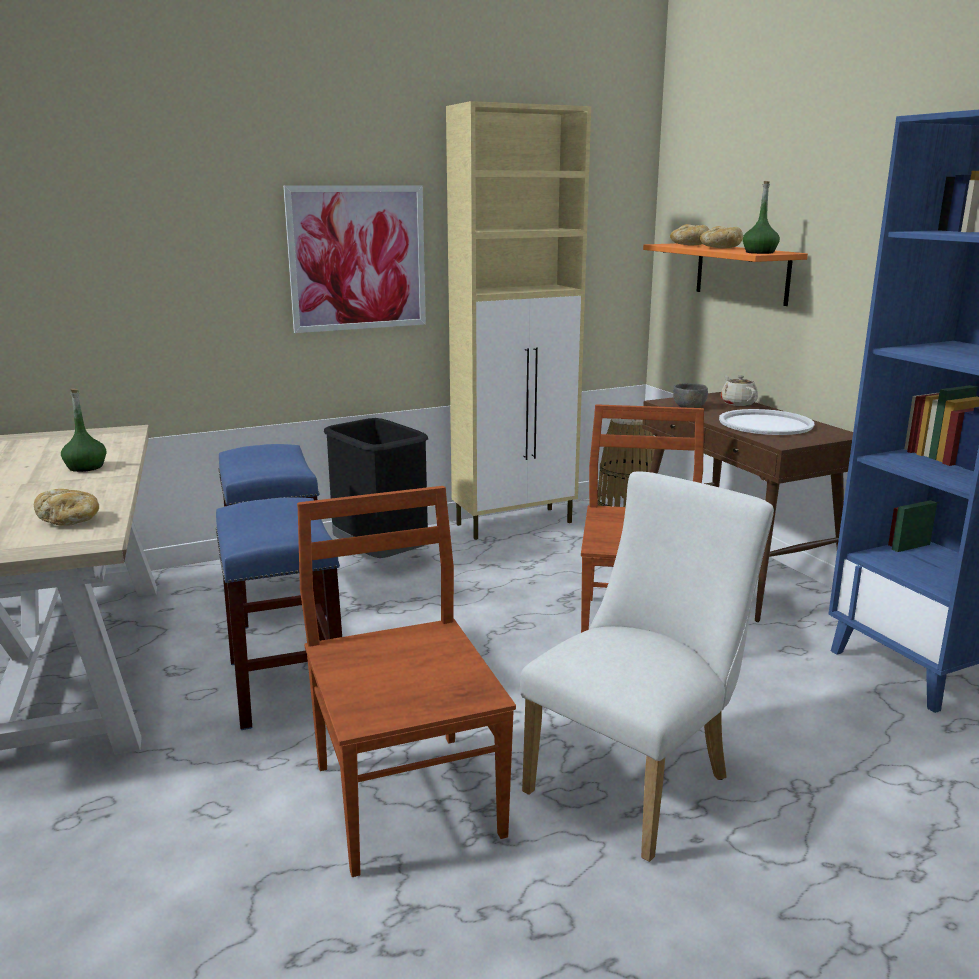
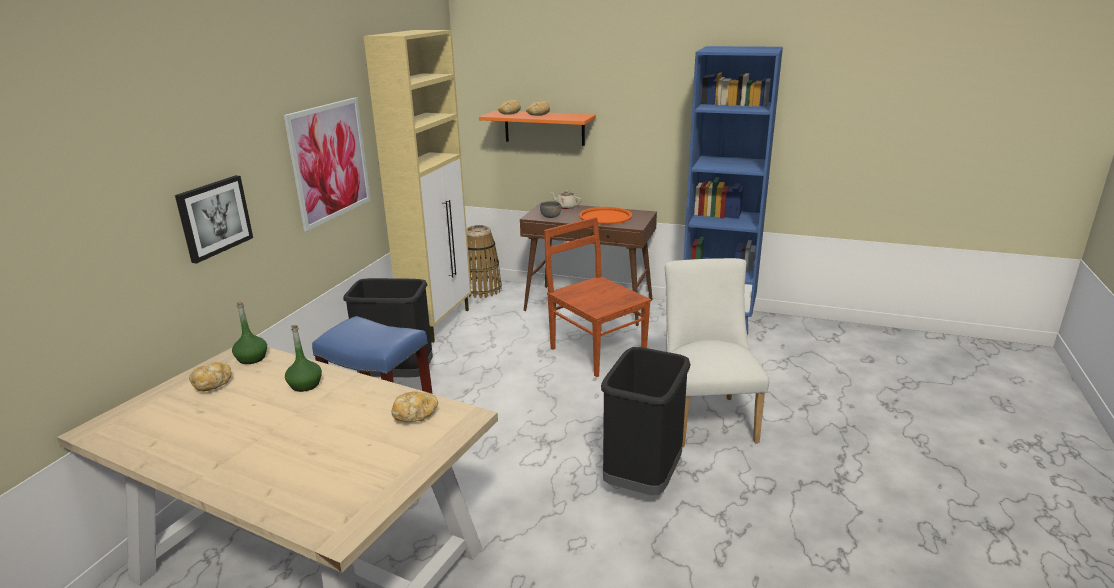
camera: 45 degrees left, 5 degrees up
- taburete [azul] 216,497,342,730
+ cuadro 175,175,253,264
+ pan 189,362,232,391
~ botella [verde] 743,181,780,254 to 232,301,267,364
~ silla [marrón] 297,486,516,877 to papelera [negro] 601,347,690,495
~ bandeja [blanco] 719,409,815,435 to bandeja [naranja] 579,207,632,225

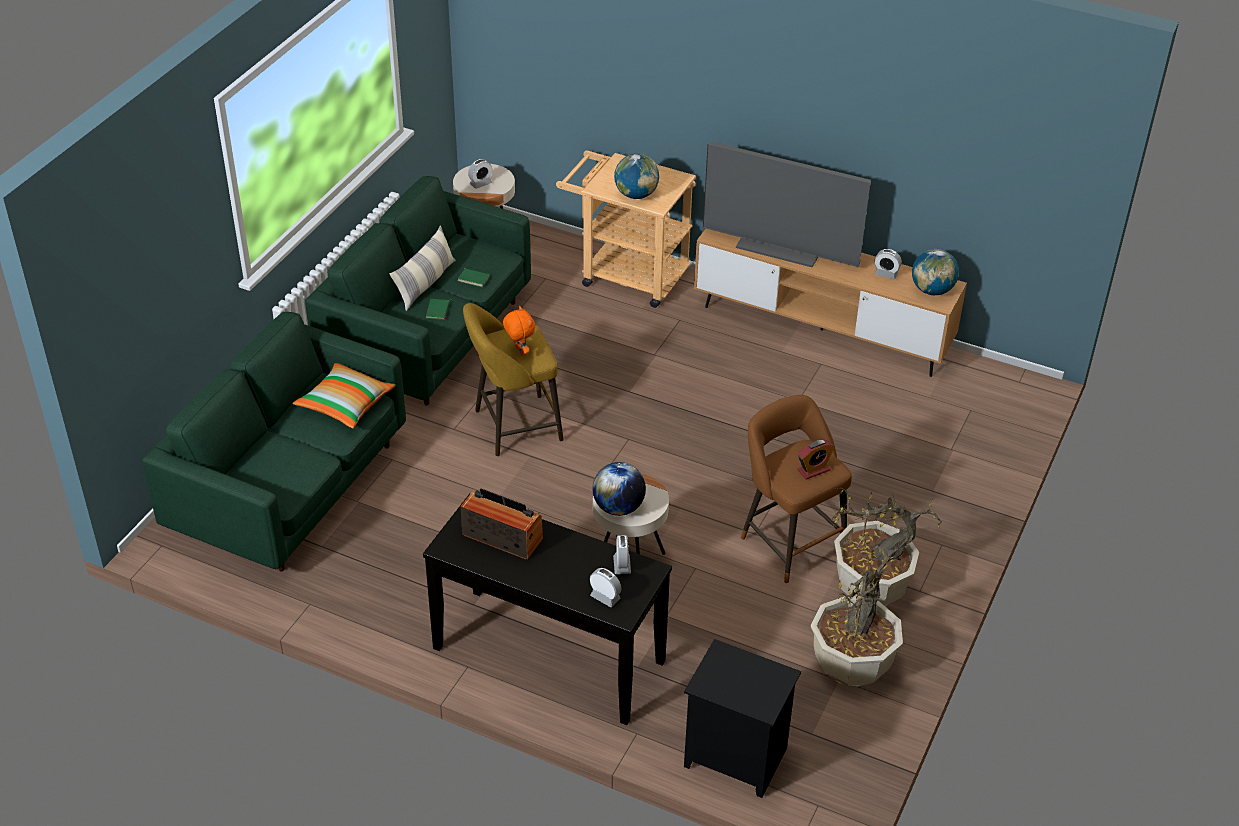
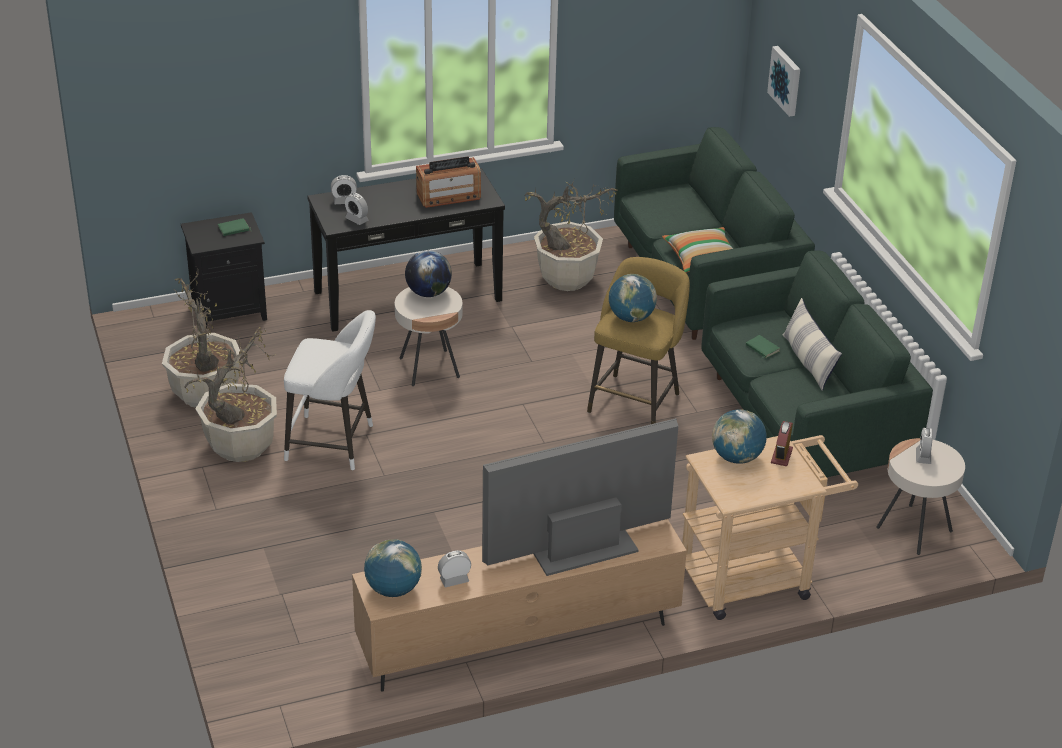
camera: 135 degrees right, 5 degrees down
+ planta en maceta 524,180,618,291
+ cuadro 767,46,800,117
~ libro [verde] 458,265,490,287 to 218,218,251,236
~ despertador 798,440,835,480 to 771,421,793,466
~ peluche [naranja] 503,306,535,356 to globo terráqueo 609,274,657,322
~ taburete [marrón] 741,395,852,584 to taburete [blanco] 284,310,376,471

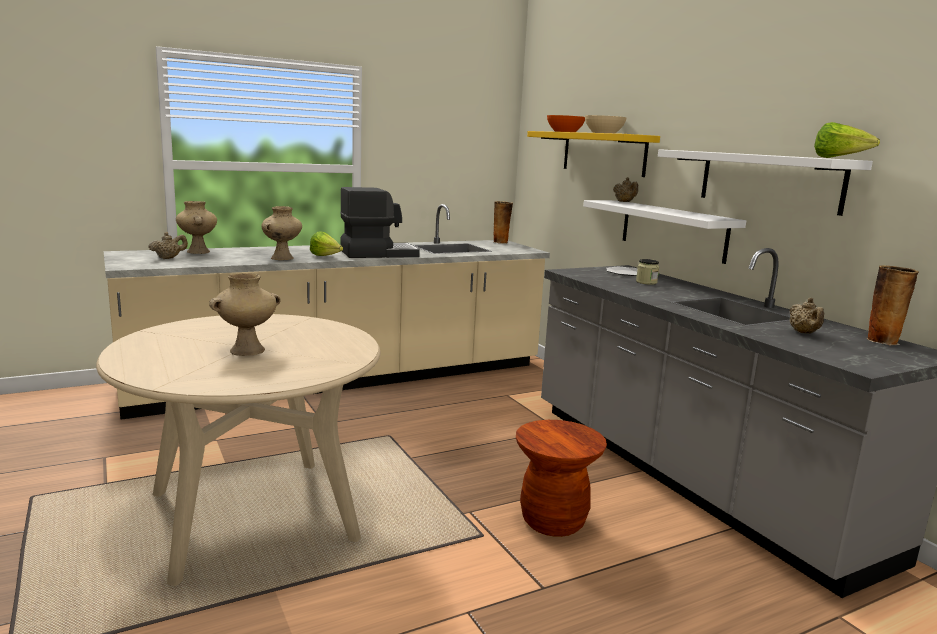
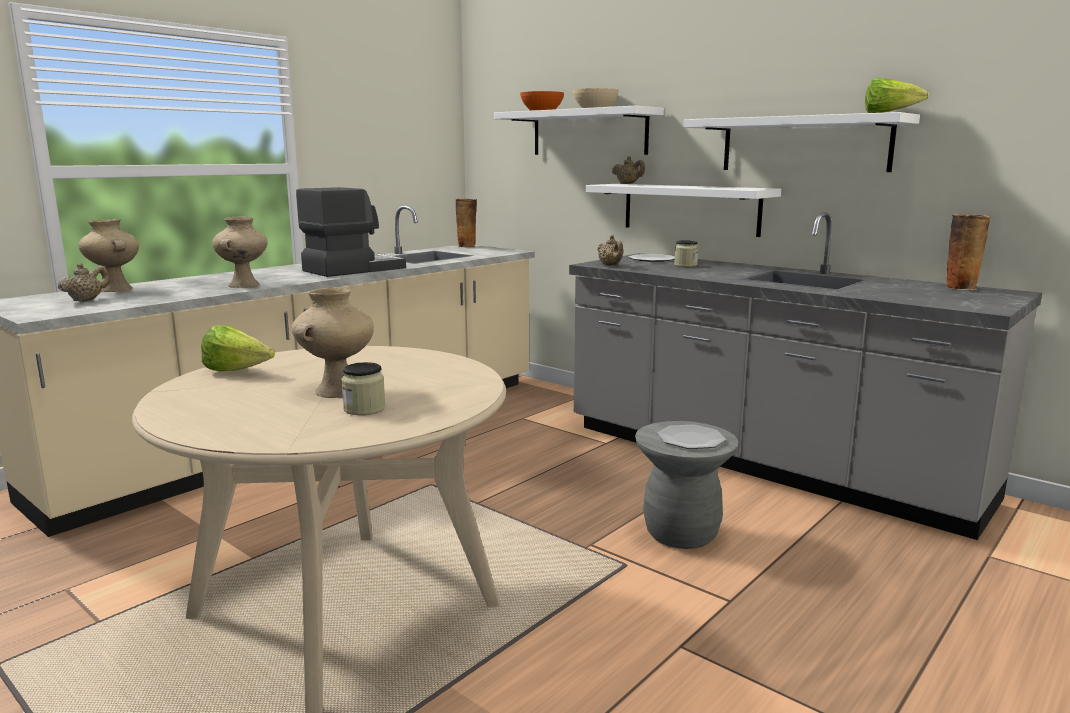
camera: 20 degrees left, 0 degrees up
+ tarro 341,362,386,415
+ plato 657,425,726,449
~ lechuga 310,231,343,256 to 201,325,275,371
~ tetera [beis] 789,298,824,334 to 597,235,623,265
~ taburete [marrón] 516,420,607,537 to taburete [gris] 635,421,739,549
~ estante [amarillo] 527,131,660,177 to estante [blanco] 494,106,664,155

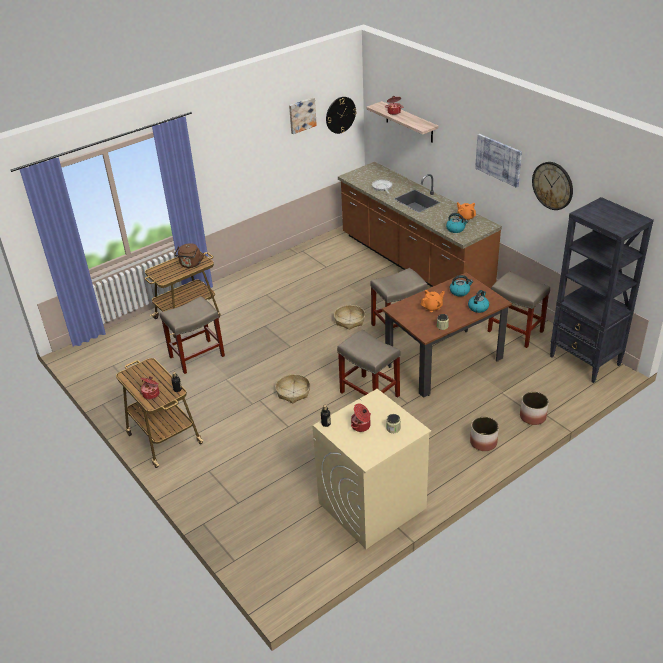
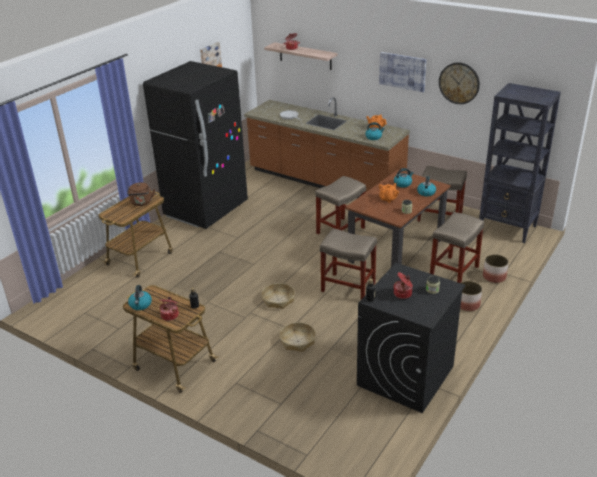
camera: 20 degrees left, 5 degrees down
- reloj de pared 326,97,357,134
+ hervidor 128,285,152,310
+ nevera [negro] 143,61,248,229
~ taburete [beis] 160,296,225,374 to 430,212,484,283
~ cesta 334,305,365,330 to 280,322,316,352
~ lavadora [beis] 312,389,431,549 to lavadora [negro] 357,263,465,413

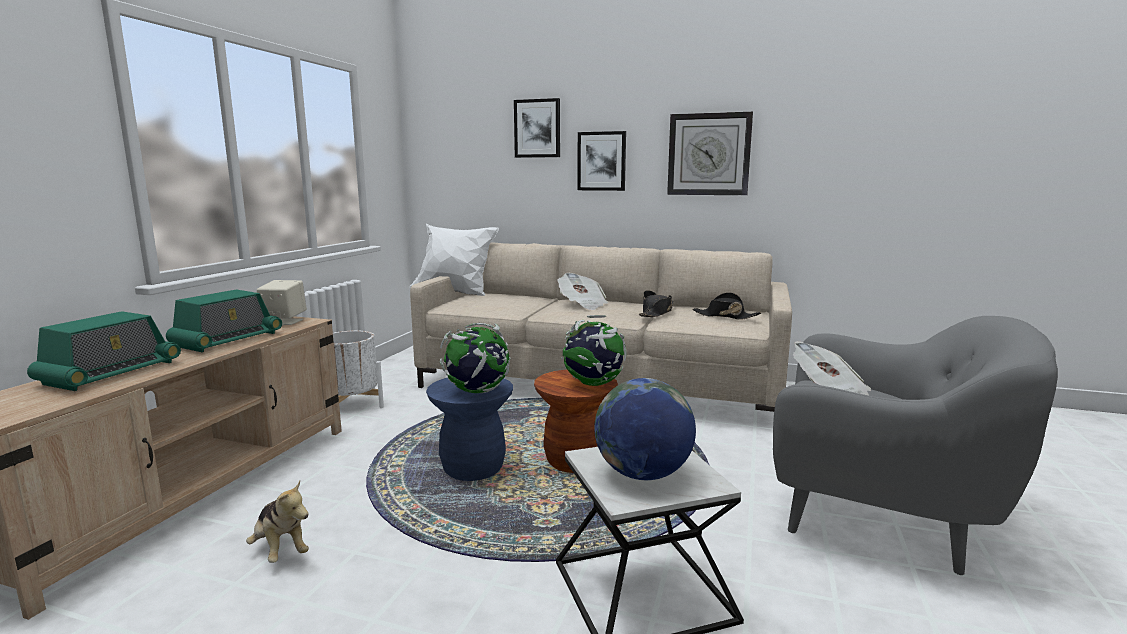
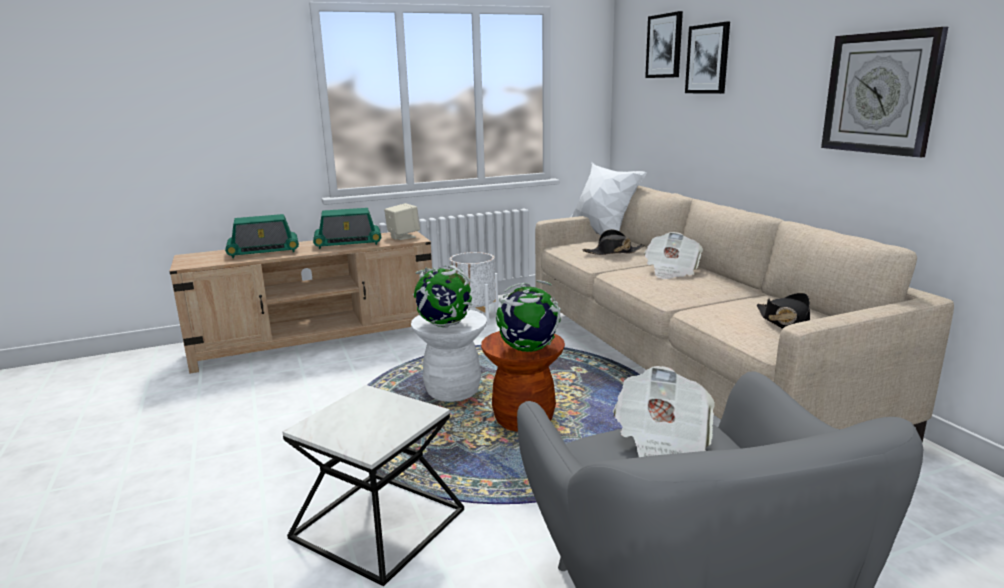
camera: 50 degrees right, 5 degrees up
- peluche 246,480,309,563
- globo terráqueo 594,378,696,480
~ cuadro 577,131,626,191 to 645,11,683,78
~ sombrero [negro] 639,290,674,317 to 582,229,645,255
~ taburete [azul] 426,378,513,481 to taburete [blanco] 411,309,487,402

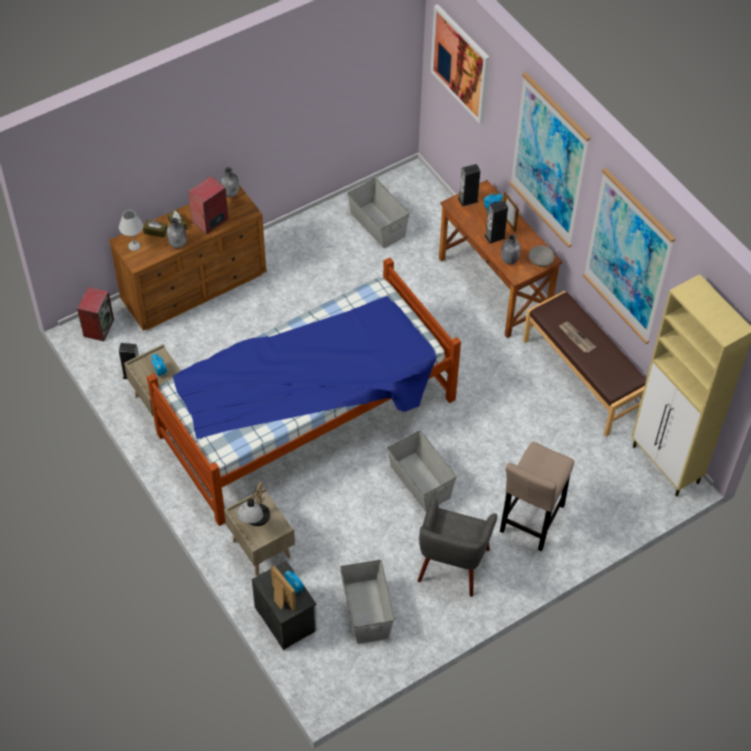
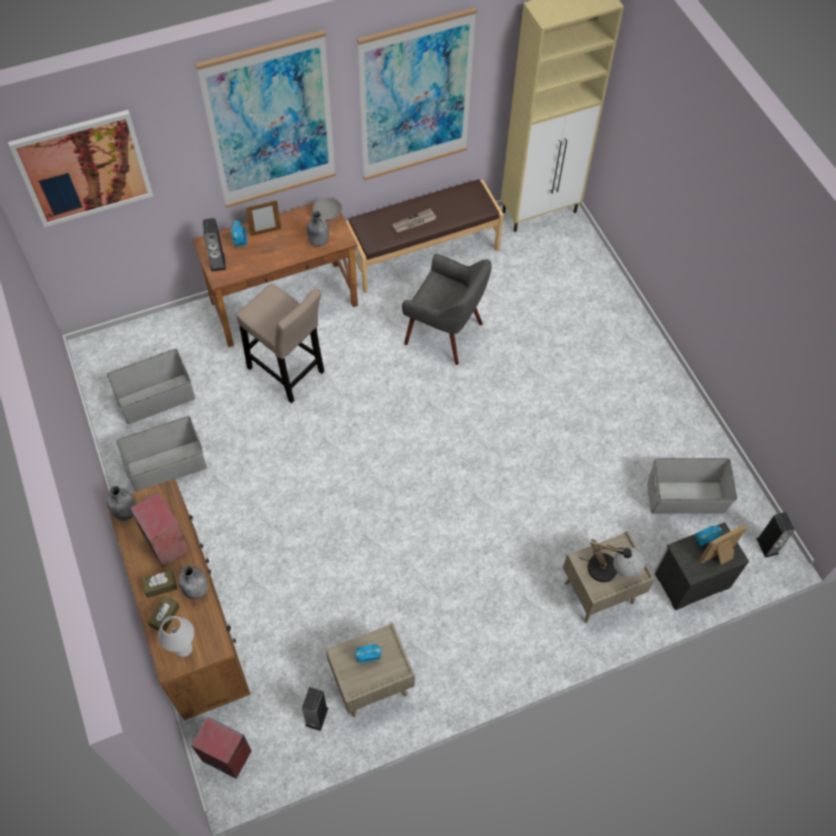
camera: 80 degrees left, 5 degrees up
- cama 147,258,461,526
~ caja de almacenaje [gris] 387,430,457,511 to 117,416,207,492
~ sillón [gris] 418,497,497,597 to 402,254,491,365
~ altavoz 484,200,508,244 to 756,512,795,558
~ taburete [beis] 500,442,574,551 to 236,284,324,403

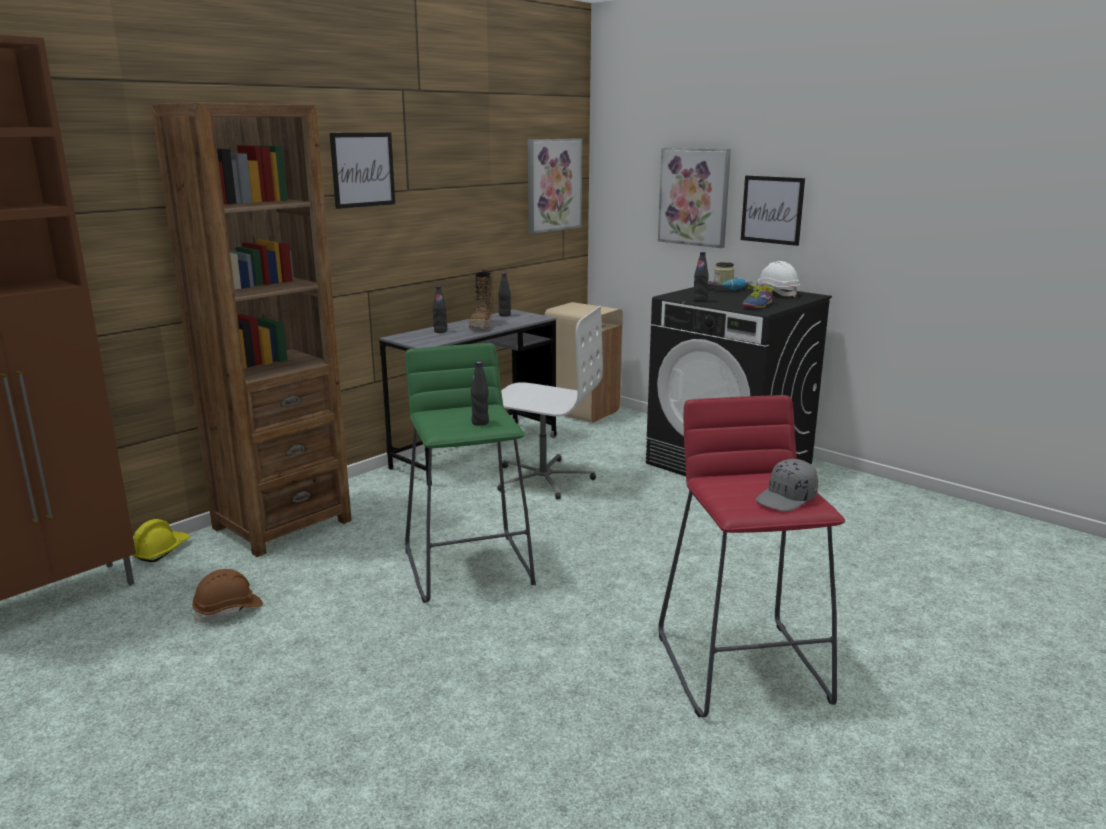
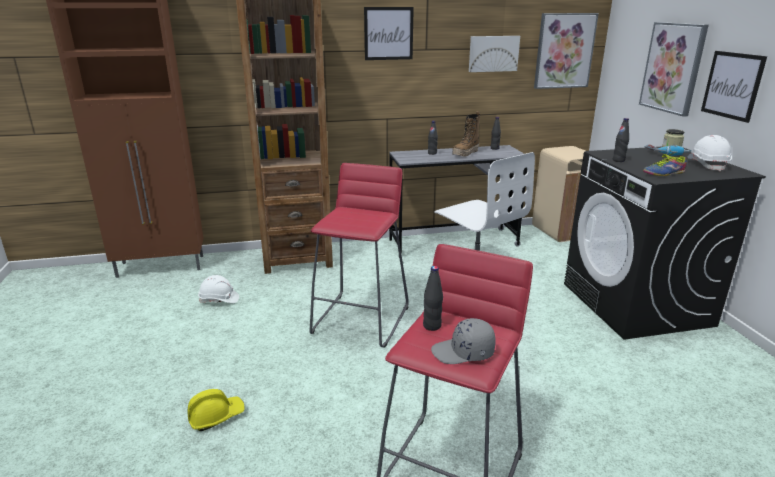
camera: 35 degrees right, 5 degrees up
+ cuadro 469,36,520,72
~ casco [amarillo] 132,519,190,562 to 188,389,245,431
~ botella [negro] 471,362,489,426 to 423,266,443,331
~ casco [marrón] 192,569,263,623 to casco [blanco] 198,275,239,303
~ taburete [verde] 405,343,536,603 to taburete [rojo] 310,163,409,348

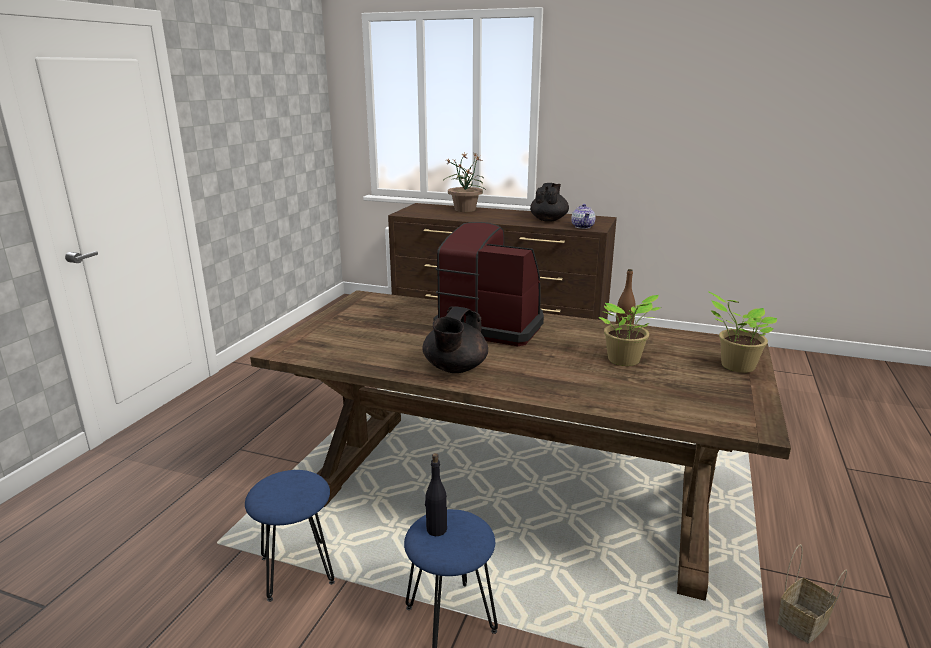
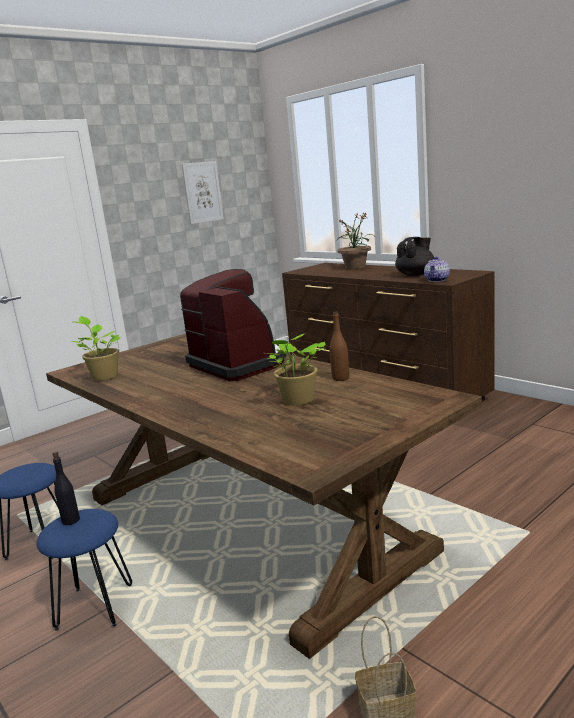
camera: 30 degrees right, 5 degrees down
- tetera [negro] 423,307,488,373
+ cuadro 182,161,223,224
~ planta en maceta 708,291,777,373 to 71,316,120,381

